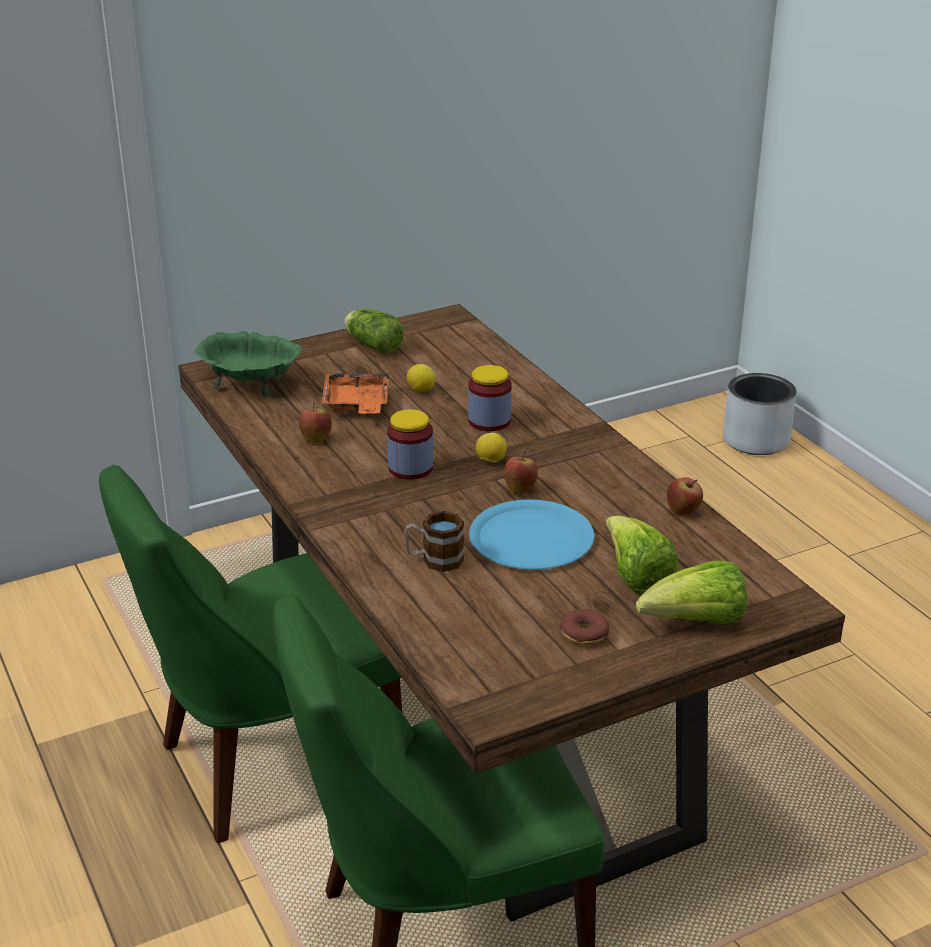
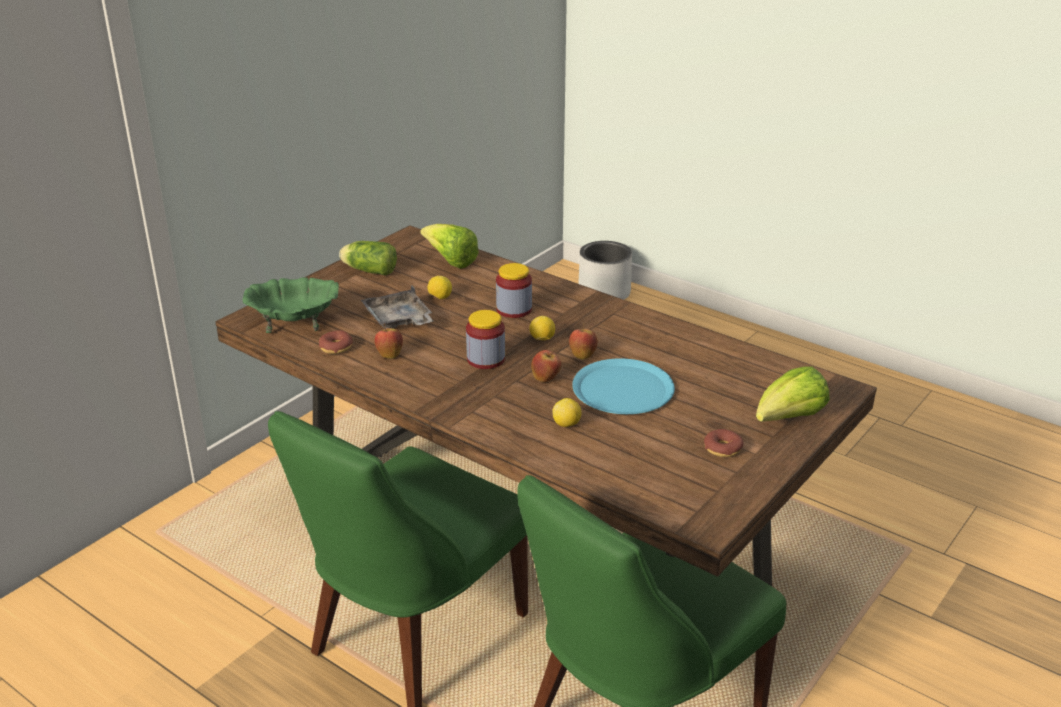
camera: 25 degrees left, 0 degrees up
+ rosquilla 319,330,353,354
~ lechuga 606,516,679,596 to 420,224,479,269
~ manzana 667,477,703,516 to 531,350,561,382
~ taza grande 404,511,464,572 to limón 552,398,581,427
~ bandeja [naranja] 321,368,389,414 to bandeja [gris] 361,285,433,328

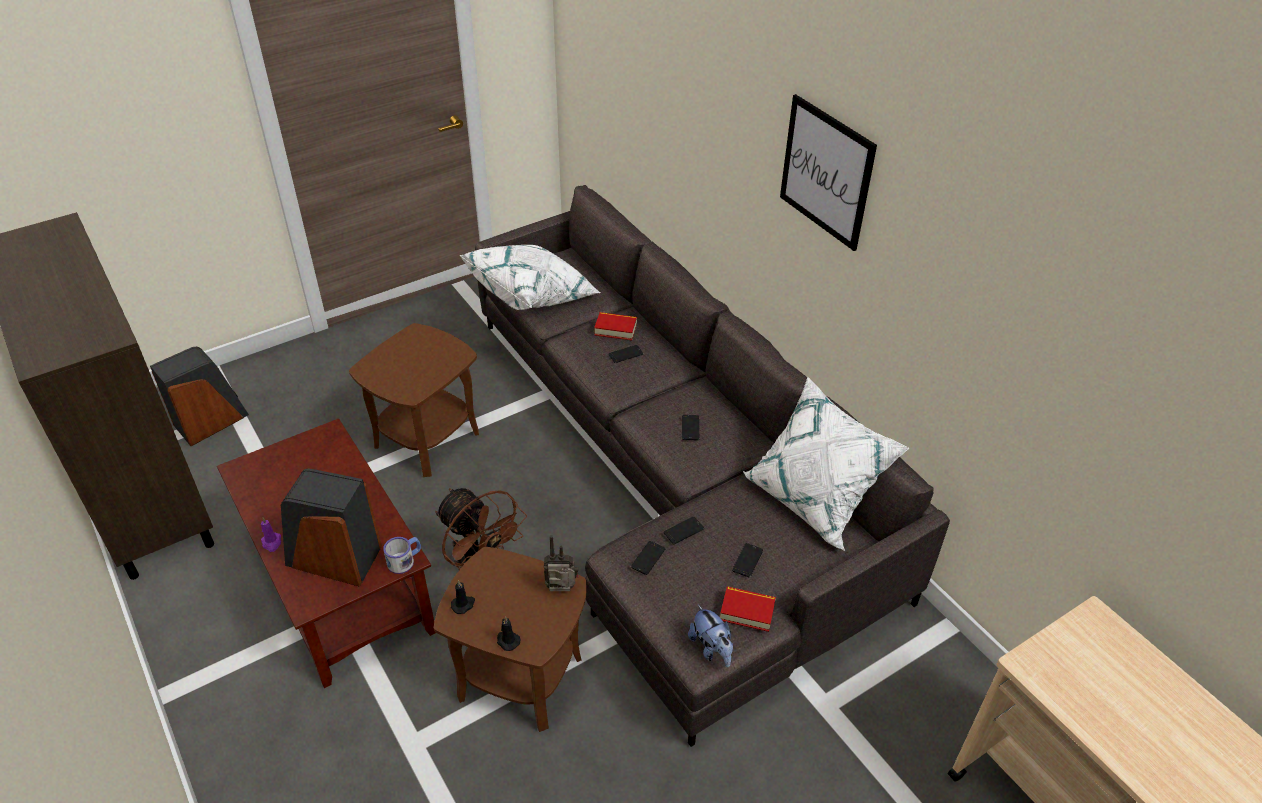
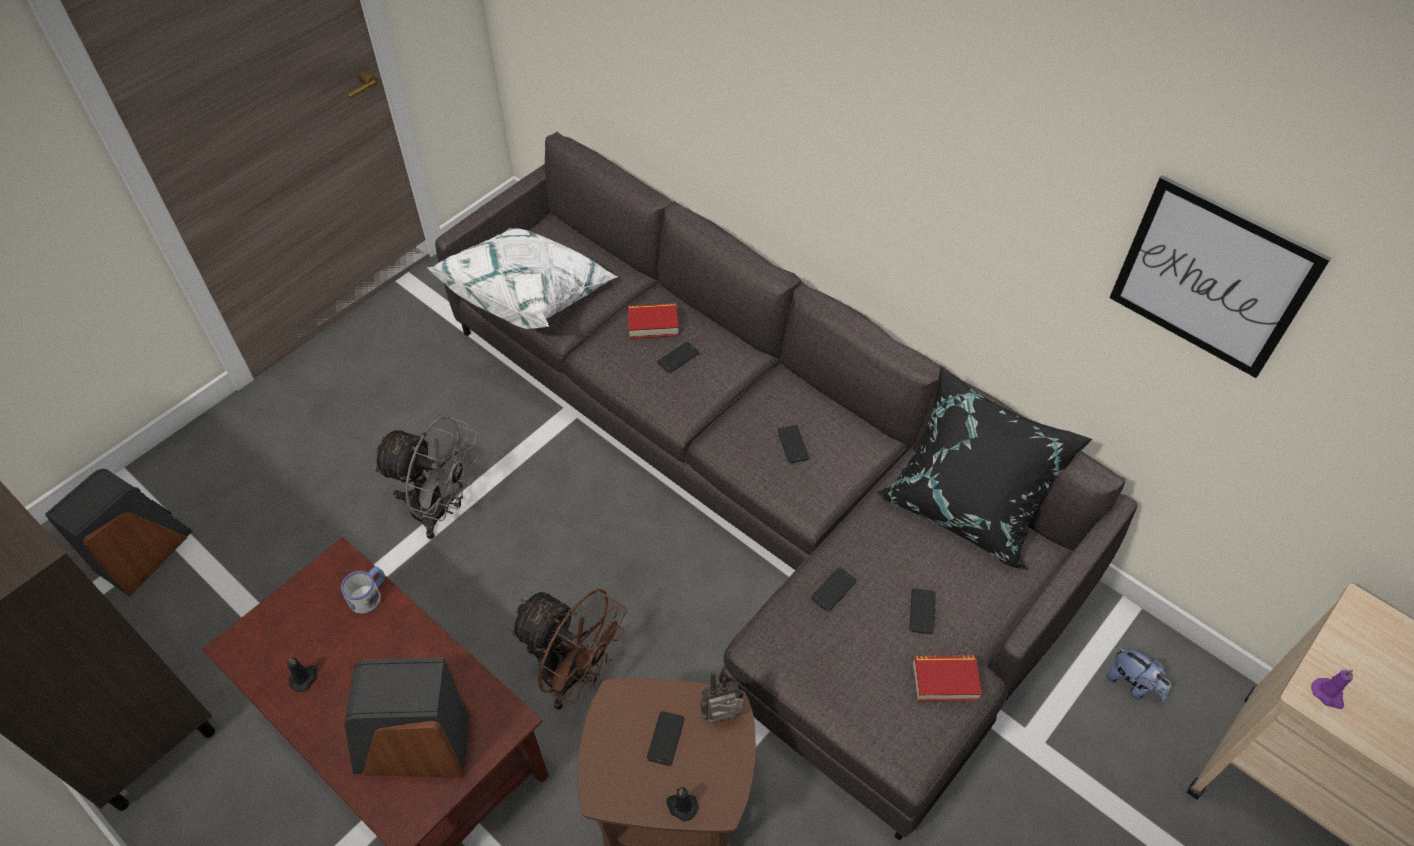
camera: 15 degrees left, 10 degrees up
~ vela [morado] 261,517,281,552 to 1311,670,1353,709
~ taza grande 383,537,421,574 to 341,567,385,614
~ vela [negro] 451,580,475,614 to 287,658,317,692
~ móvil 631,541,665,575 to 647,711,685,766
~ peluche 688,605,733,667 to 1106,647,1171,703
~ cuadro 780,94,877,251 to 1109,175,1331,378
~ mesa auxiliar [marrón] 349,323,479,477 to ventilador [gris] 373,416,479,539
~ cojín [blanco] 743,377,909,551 to cojín [negro] 876,365,1092,570

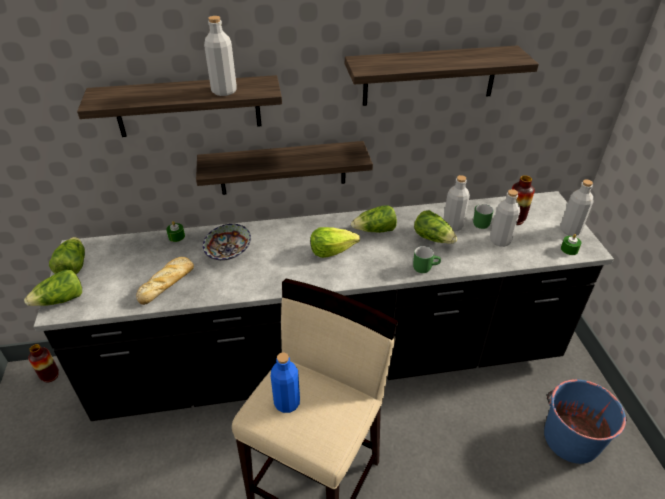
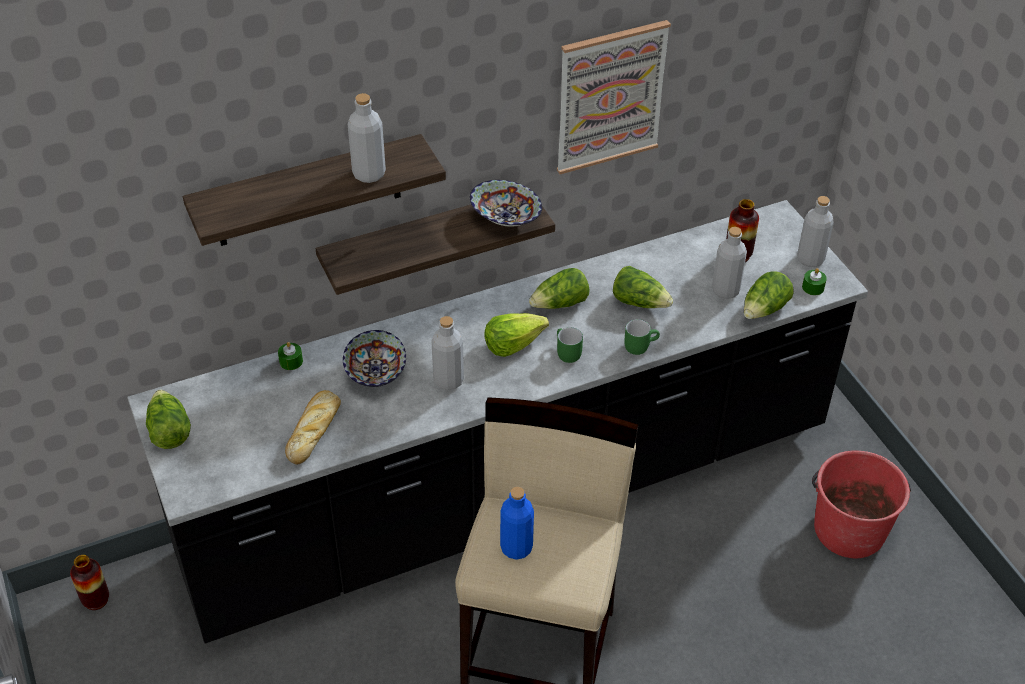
camera: 15 degrees left, 5 degrees up
+ cuenco 470,180,542,227
~ lechuga 24,270,82,306 to 744,271,794,319
~ botella [gris] 443,175,470,232 to 431,316,464,390
~ taza grande [verde] 473,204,493,229 to 557,327,583,363
~ estante 345,45,539,106 to cuadro 557,20,671,174
~ cubo [azul] 544,379,627,464 to cubo [rojo] 812,451,911,558

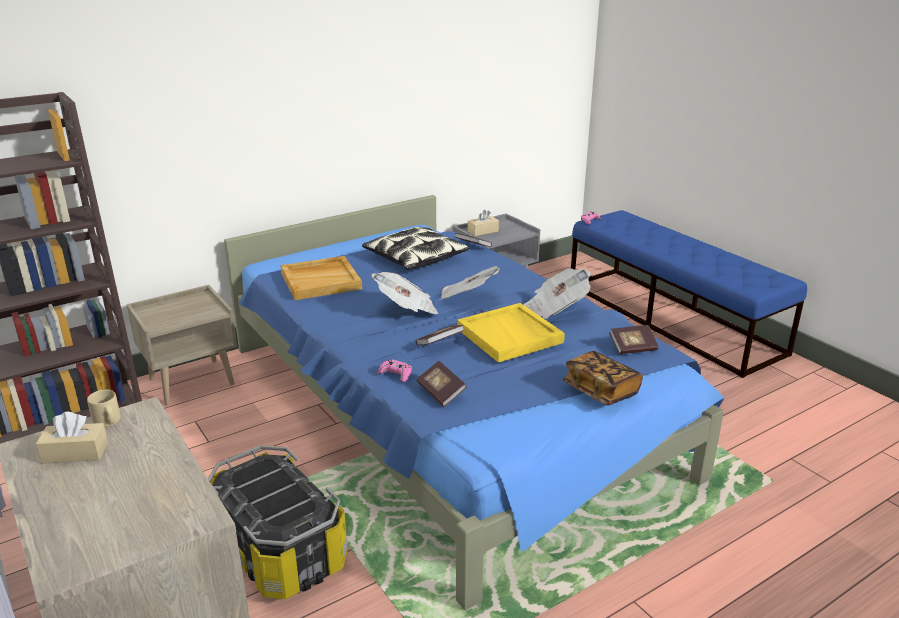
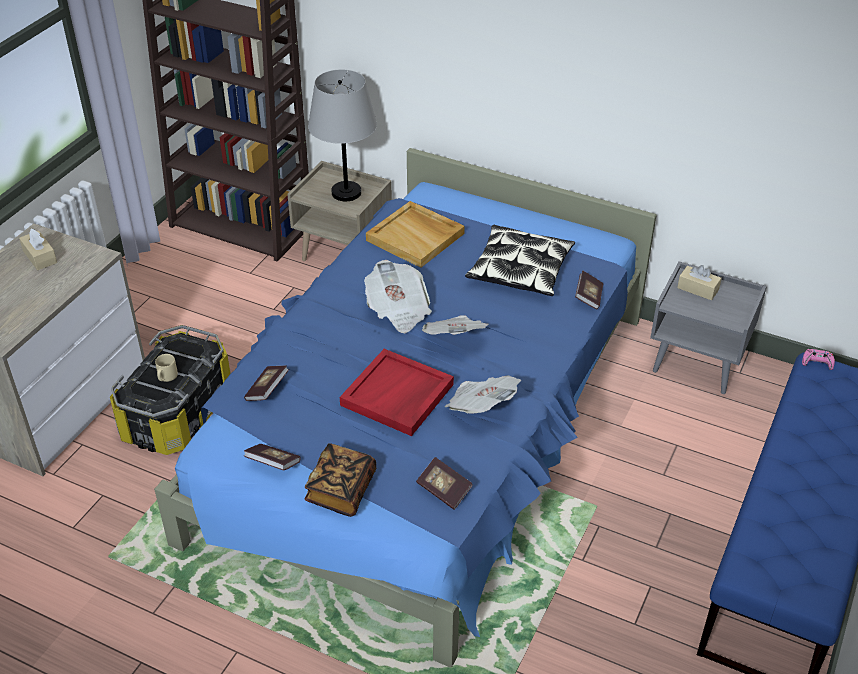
camera: 60 degrees right, 15 degrees up
- mando de consola [rosa] 378,359,412,382
+ lámpara de mesa [gris] 308,70,377,201
~ taza grande [beis] 87,390,121,427 to 155,354,178,382
~ libro 416,325,464,345 to 244,444,301,470
~ bandeja [amarillo] 457,303,565,363 to bandeja [rojo] 340,349,454,436

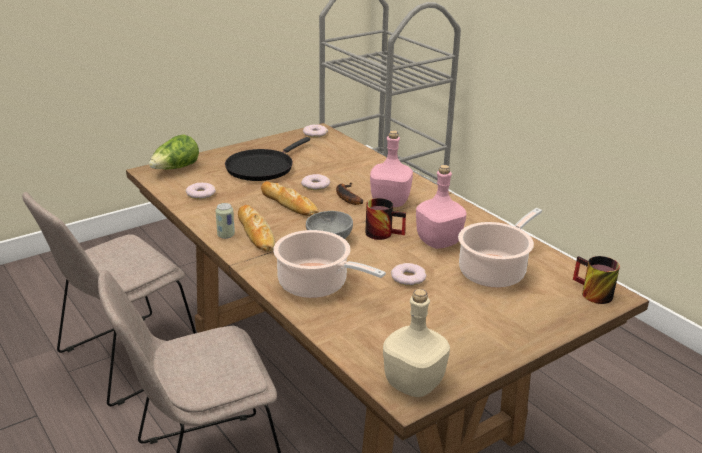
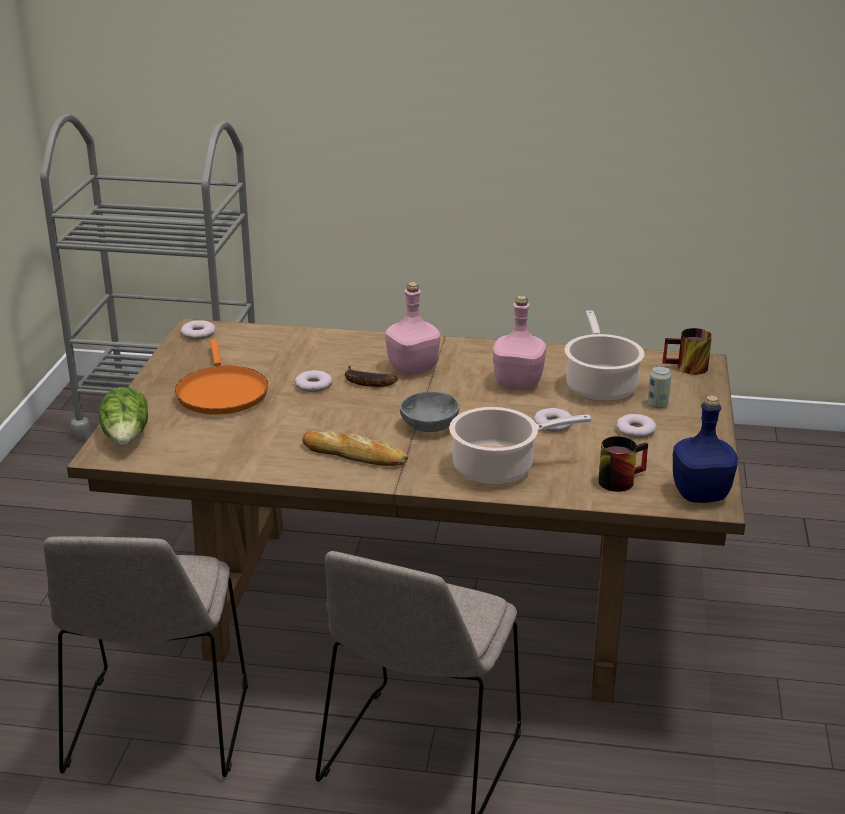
camera: 45 degrees left, 0 degrees up
- pan 261,181,319,216
~ rosquilla 186,183,216,199 to 616,414,657,438
~ lata 216,203,235,239 to 648,366,671,408
~ taza grande 365,198,406,240 to 598,436,648,492
~ sartén [negro] 225,137,310,181 to sartén [naranja] 175,339,268,415
~ botella [beis] 383,289,450,397 to botella [azul] 673,395,738,503

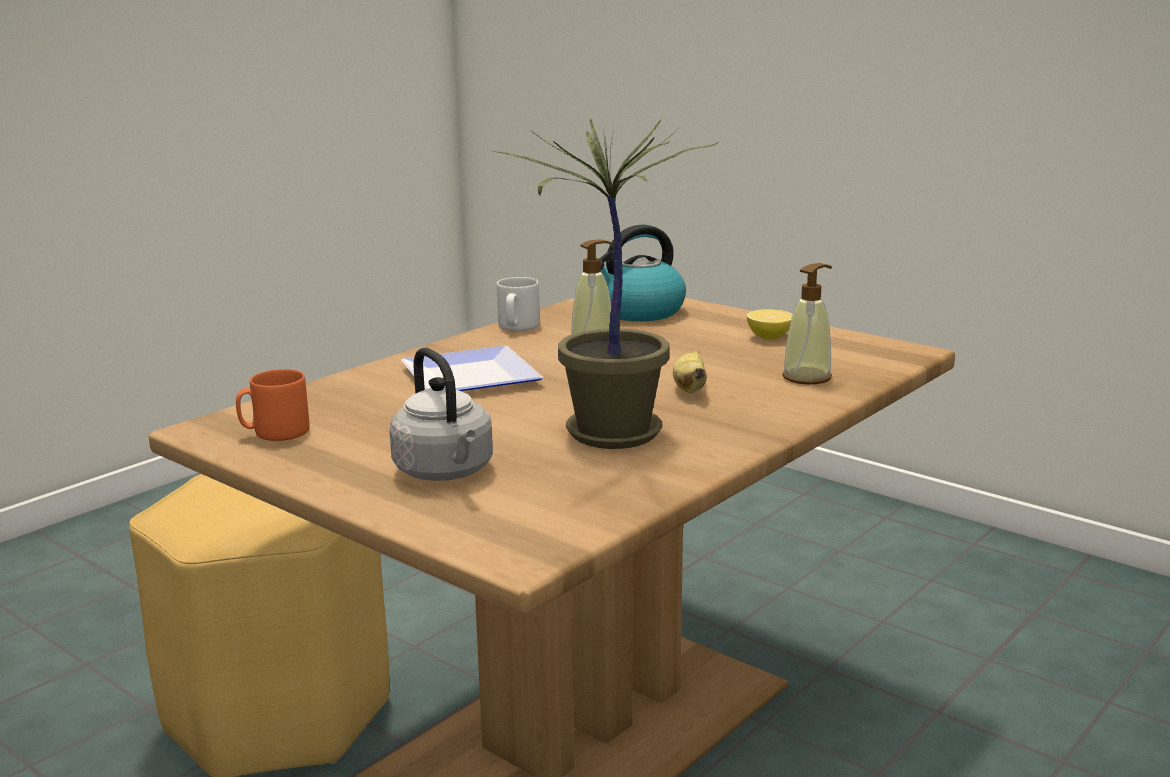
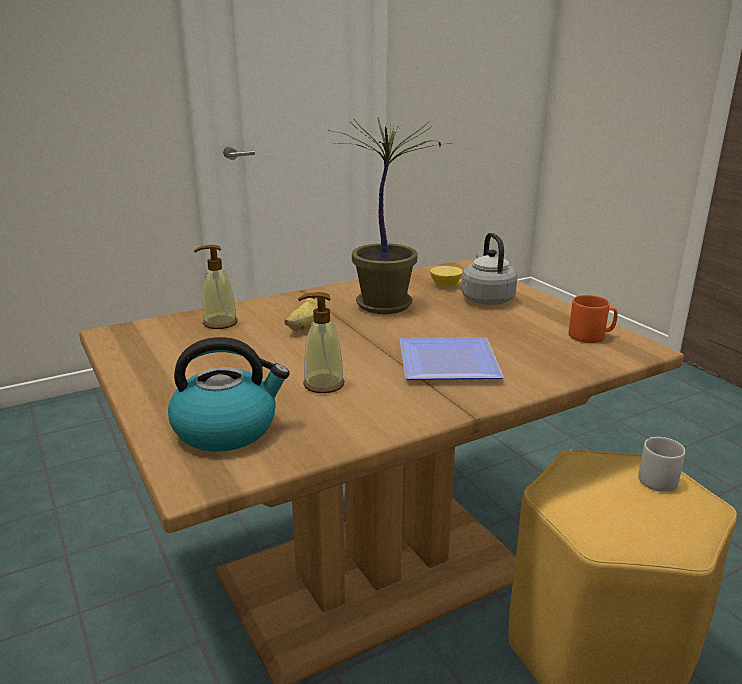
camera: 160 degrees left, 5 degrees up
~ taza grande [gris] 497,277,540,331 to 638,437,685,492
~ limón 747,309,793,340 to 430,266,463,287

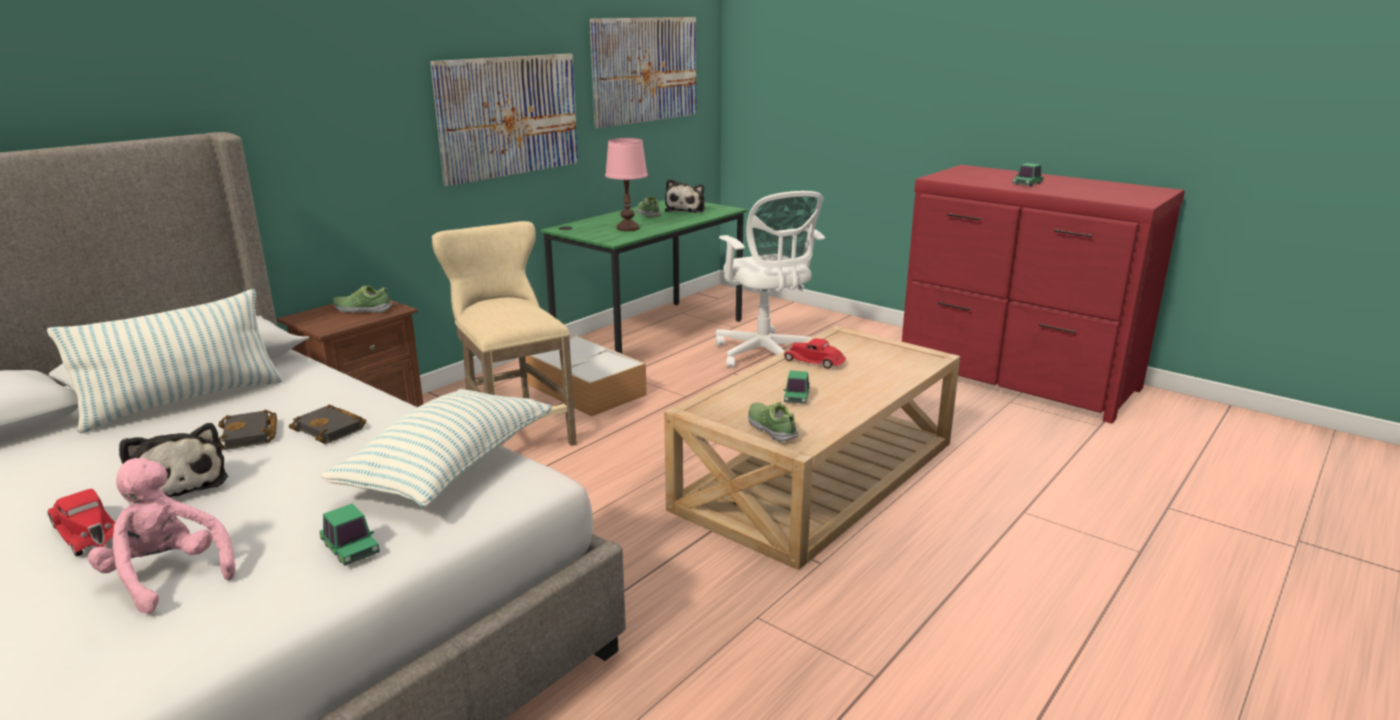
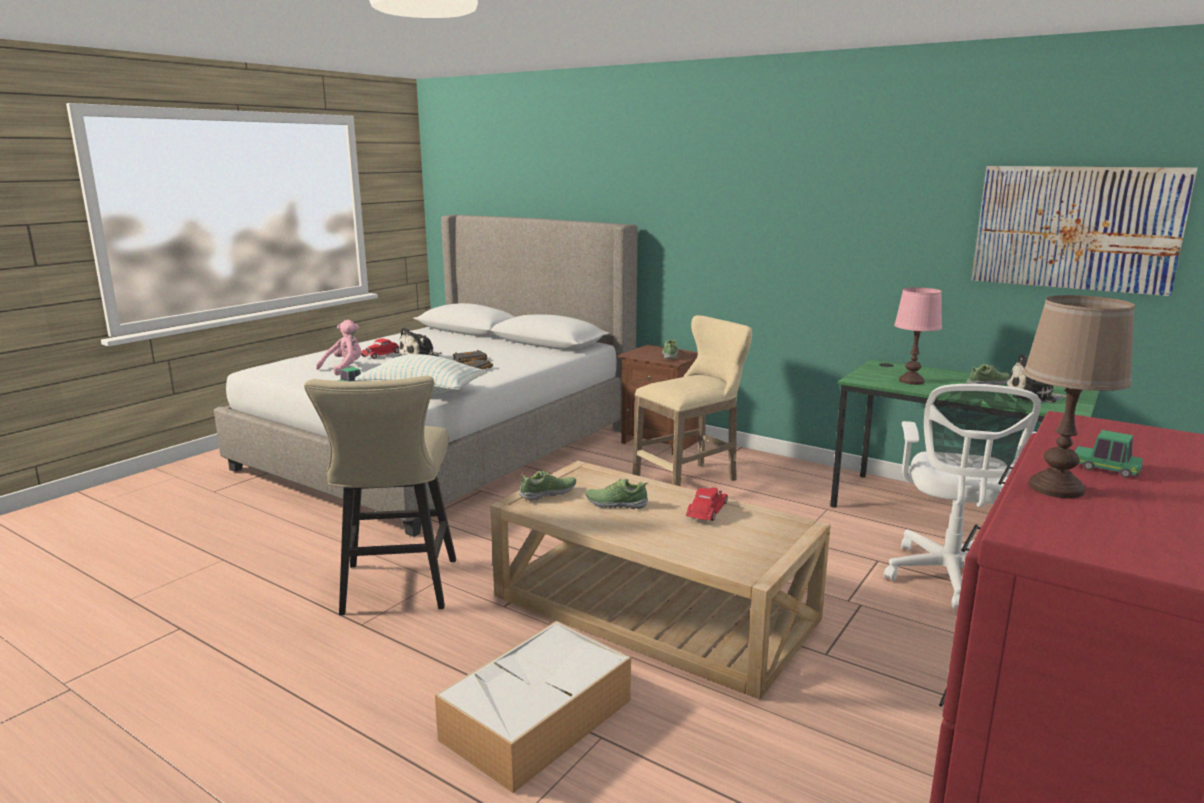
camera: 85 degrees right, 5 degrees down
- cojín 47,289,283,434
- cuadro 430,54,578,186
+ taburete [beis] 304,376,456,615
+ lámpara de mesa [marrón] 1023,295,1135,498
~ caja de almacenaje 525,335,647,417 to 435,620,631,793
~ coche de juguete 783,370,810,404 to zapato 585,479,648,509
~ silla de oficina [blanco] 716,191,825,368 = 884,384,1041,609 45 degrees counterclockwise

